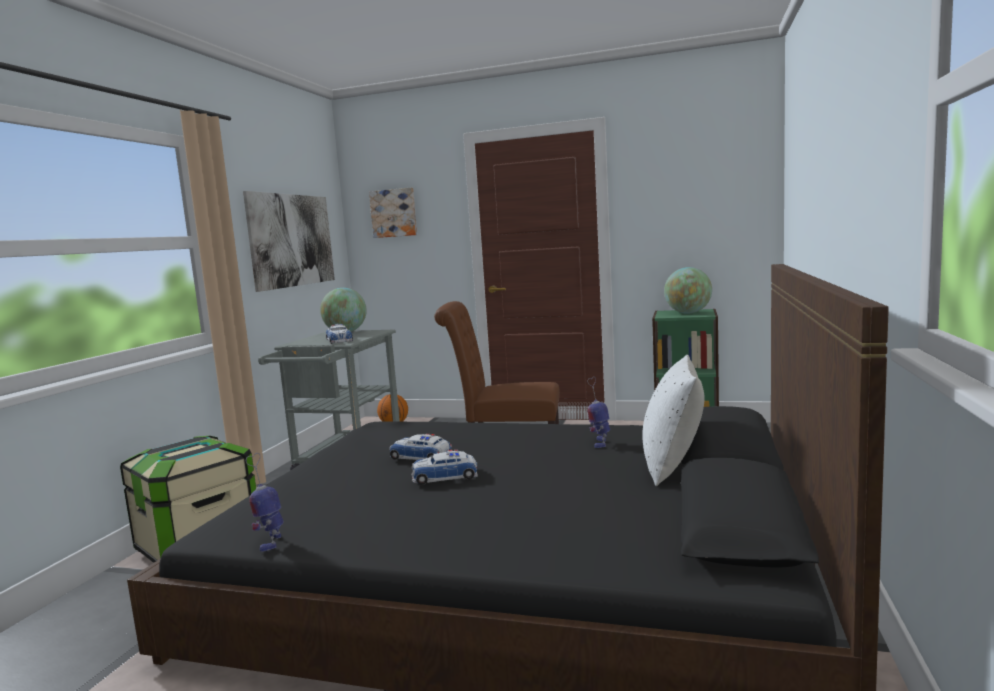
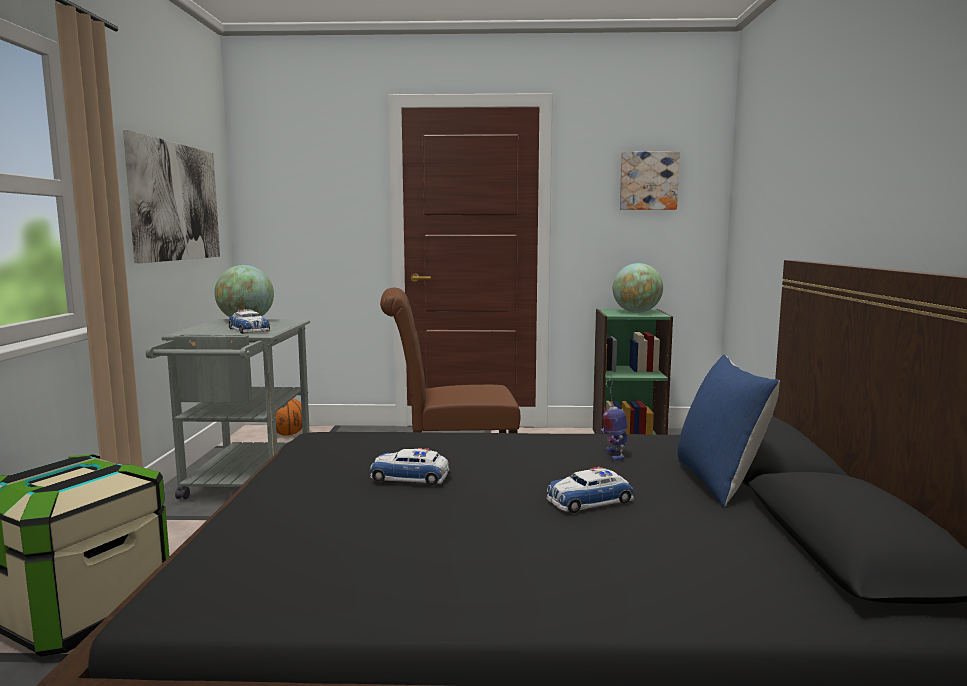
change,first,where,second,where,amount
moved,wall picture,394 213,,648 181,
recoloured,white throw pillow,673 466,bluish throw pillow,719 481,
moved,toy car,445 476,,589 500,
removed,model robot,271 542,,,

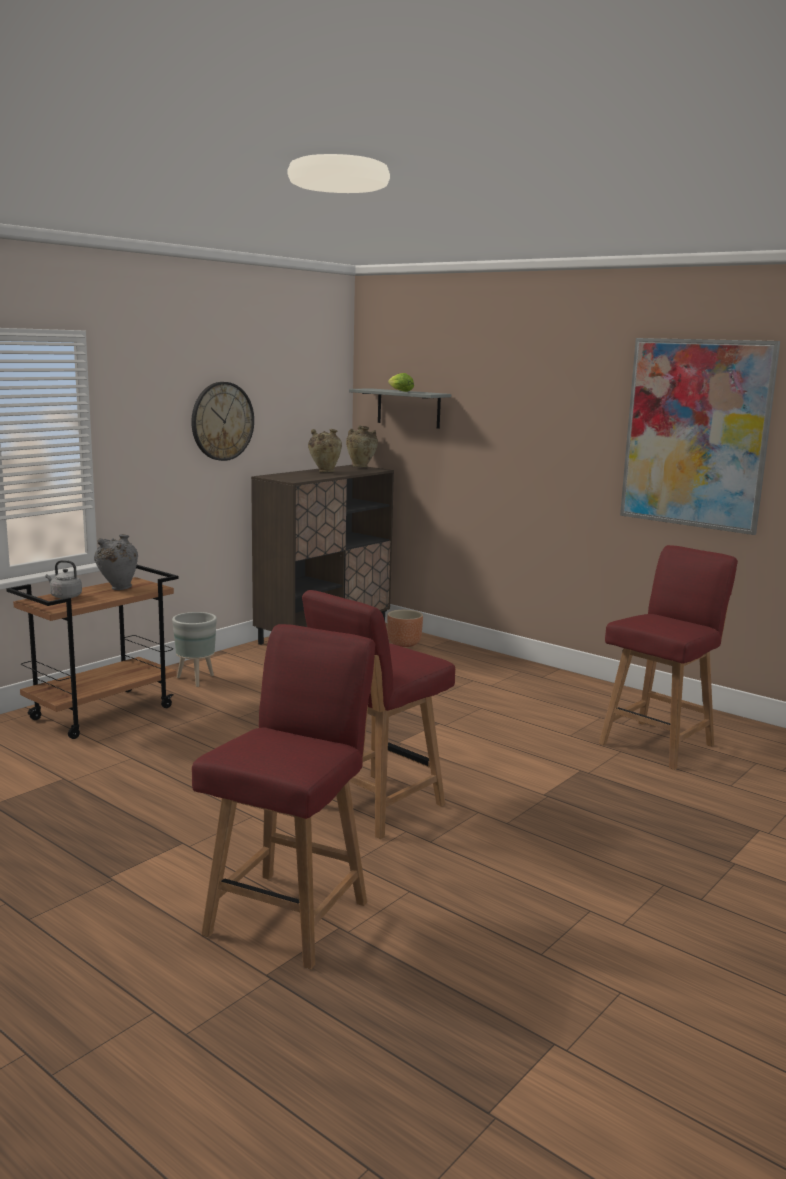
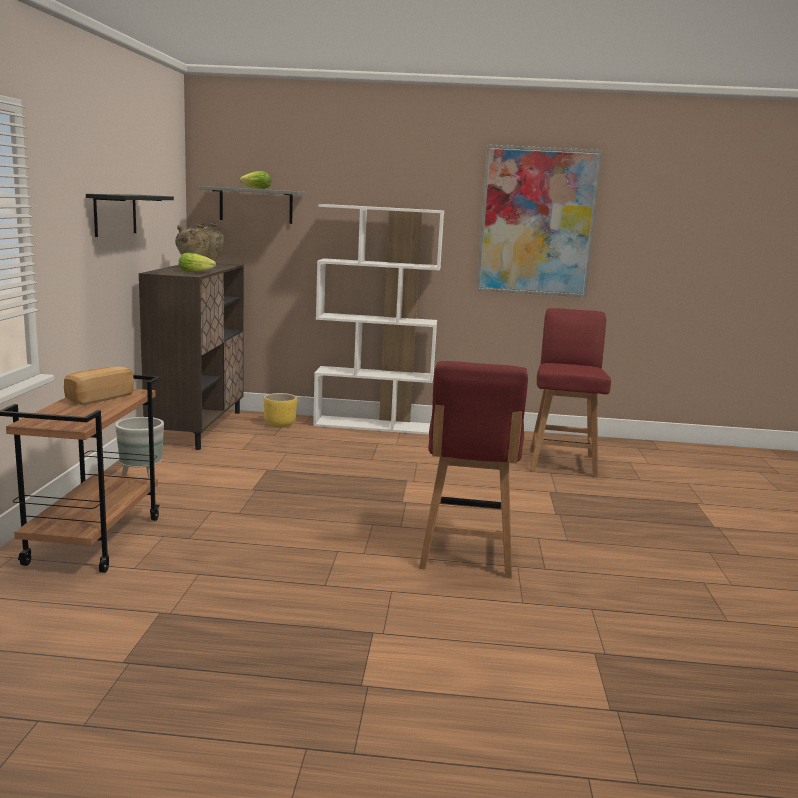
change,first,where,second,where,amount
replaced,clock on the wall,222 421,black-coloured wall shelf,115 214,
replaced,greyish decorative vase,118 588,baked bread,99 398,
removed,greyish kettle,64 596,,,
recoloured,brown planter,404 644,yellow-coloured planter,280 424,
removed,red upright chair,289 915,,,
added,,,white shelving unit,373 425,
added,,,lettuce,197 272,

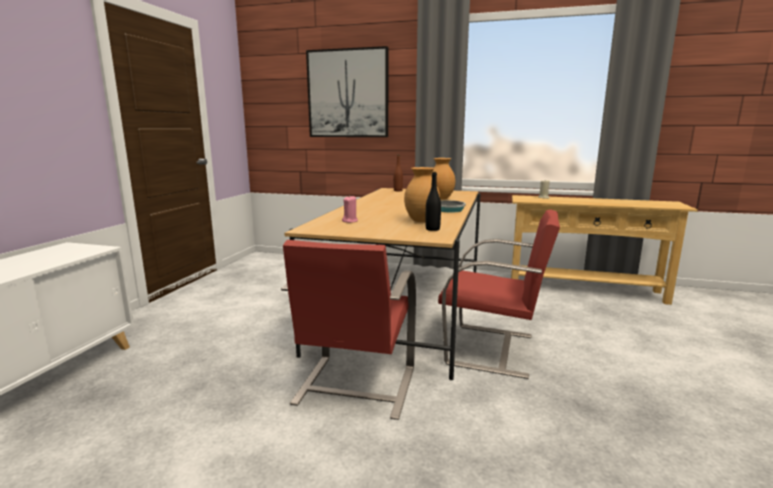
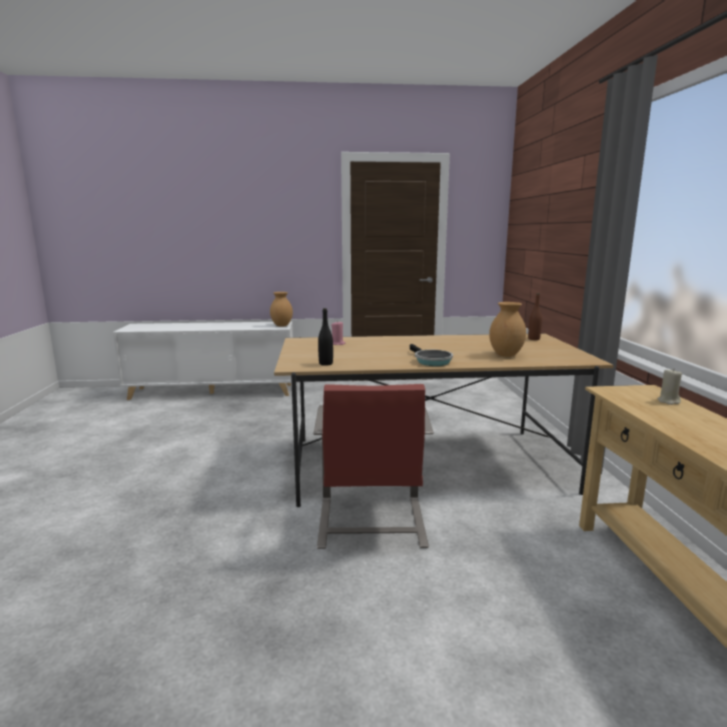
change,first,where,second,where,amount
removed,wall picture,348 94,,,
moved,brown decorative vase,421 221,,281 325,
removed,red upright chair,354 386,,,

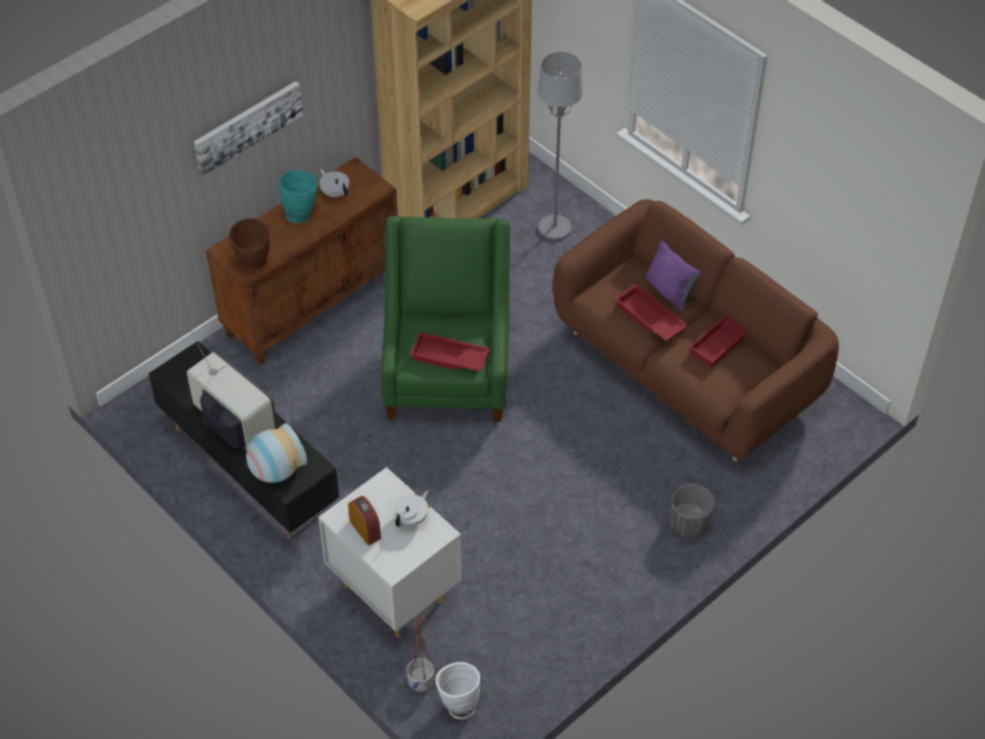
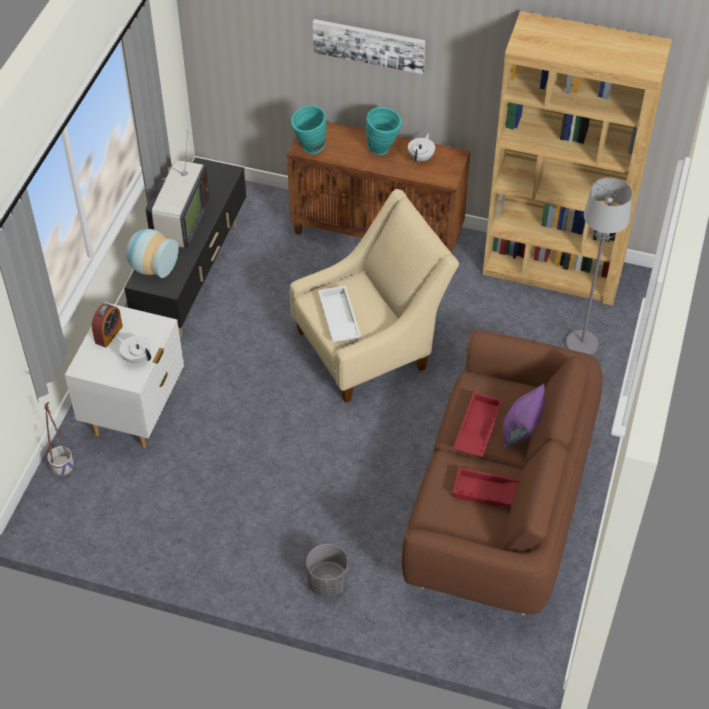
change,first,where,second,where,amount
recoloured,green easy chair,448 373,beige easy chair,370 346,
recoloured,brown decorative vase,254 266,turquoise-coloured decorative vase,309 149,
recoloured,red serving tray,449 358,white serving tray,338 318,
turned,white pot for tea,412 518,,136 357,150 degrees counterclockwise
removed,white decorative vase,458 704,,,

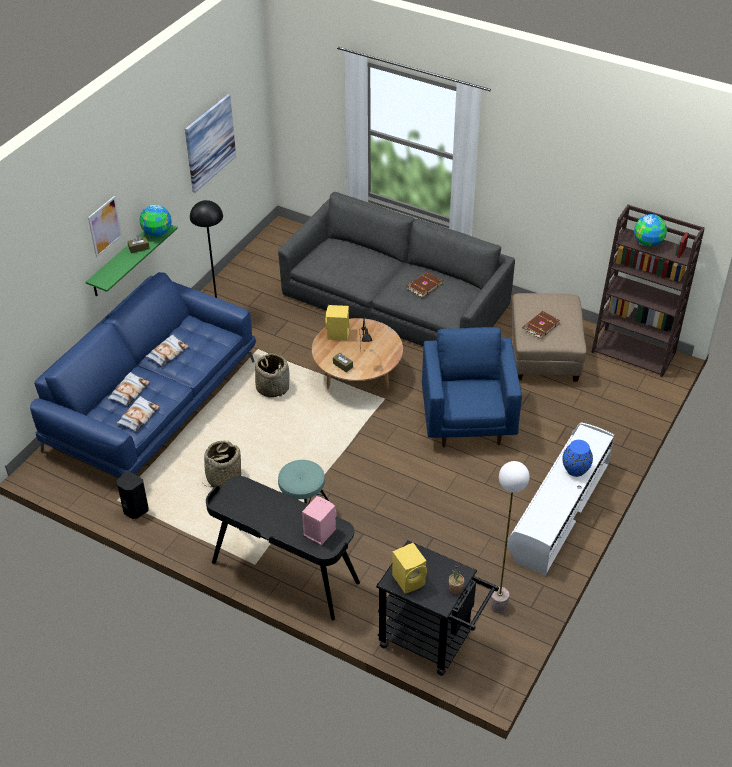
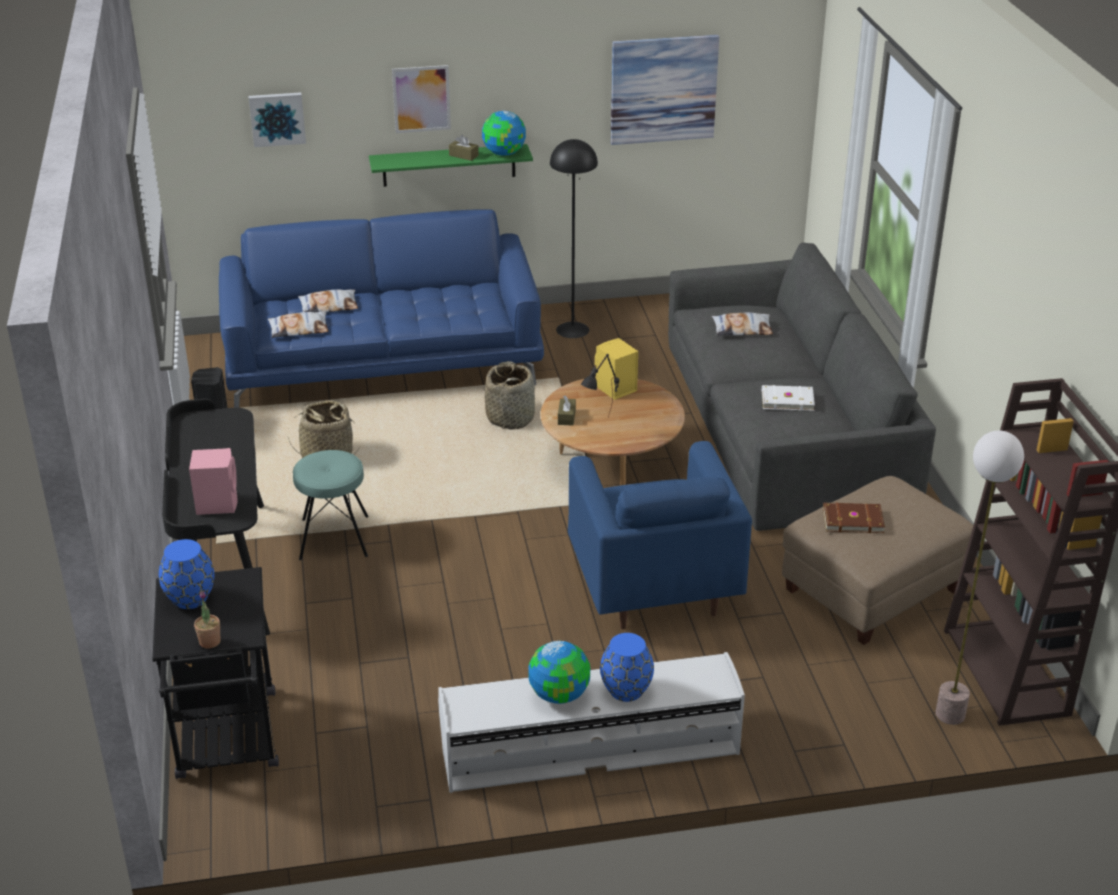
change,first,where,second,where,amount
moved,globe,648 242,,559 694,
recoloured,brown bound book,423 286,white bound book,787 399,
turned,bluish easy chair,468 421,,653 586,120 degrees clockwise
moved,throw pillow,167 353,,742 329,
moved,standard lamp,498 606,,950 714,
replaced,yellow-coloured audio speaker,409 579,bluish decorative vase,191 598,
added,,,wall picture,277 118,

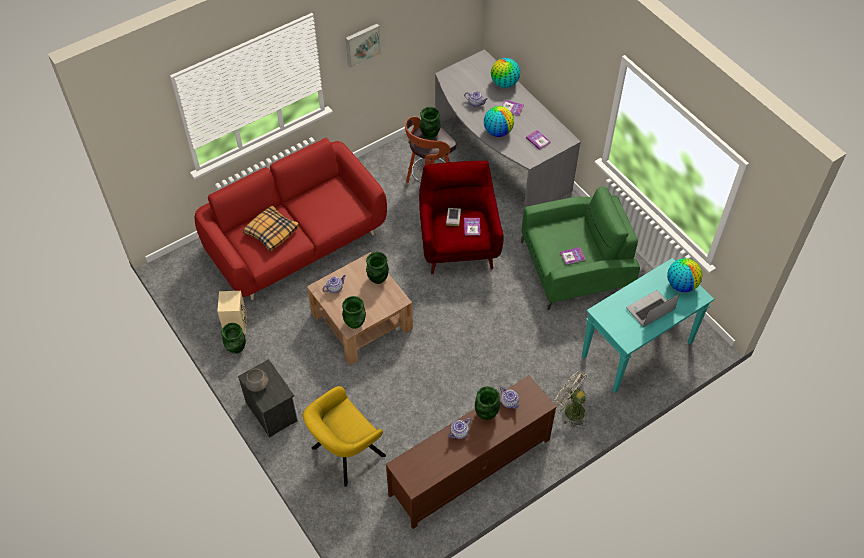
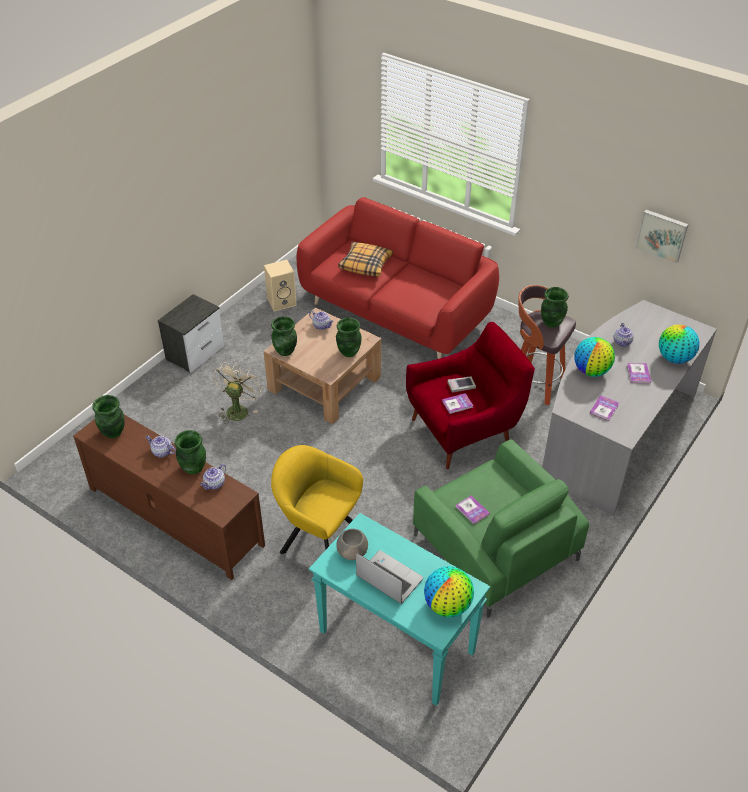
change,first,where,second,where,amount
moved,wall picture,362 44,,662 235,
moved,green decorative vase,236 348,,113 432,
moved,greyish serving bowl,257 384,,353 551,
moved,beige electric fan,570 410,,238 409,
moved,yellow-coloured easy chair,344 454,,318 539,

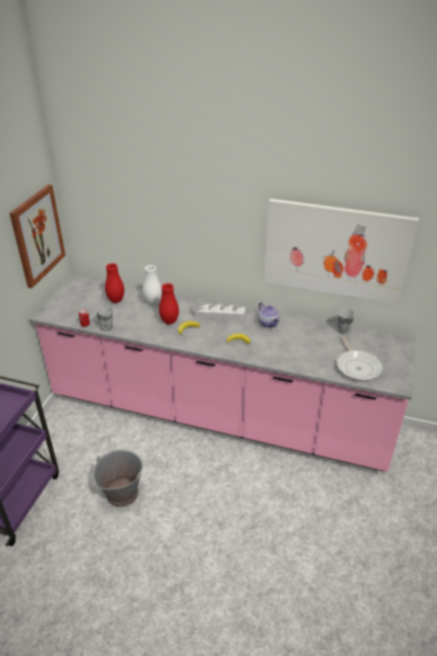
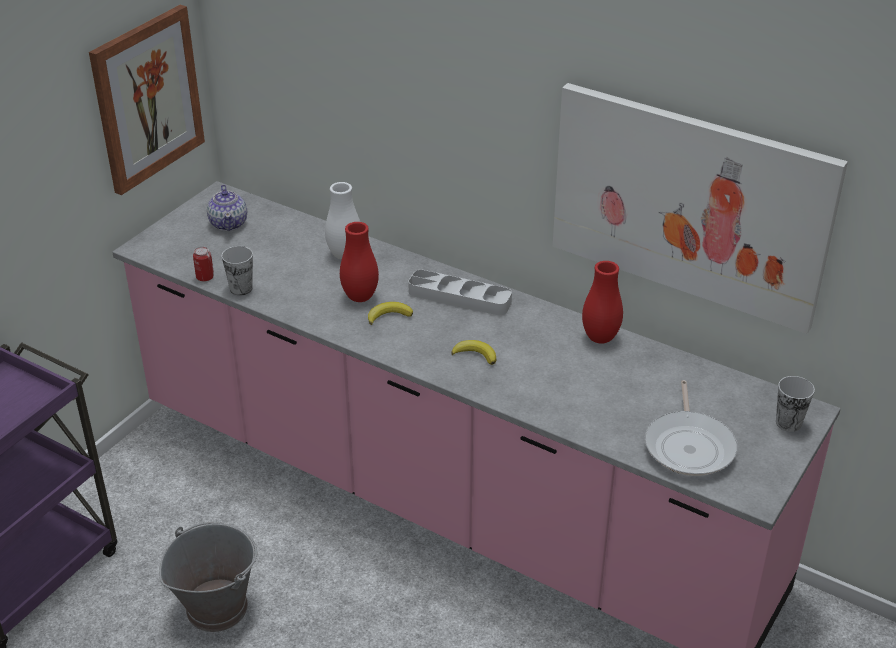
change,first,where,second,where,amount
moved,red decorative vase,116 300,,600 338,
moved,pot for tea,268 323,,229 223,
moved,small cup,343 330,,788 423,

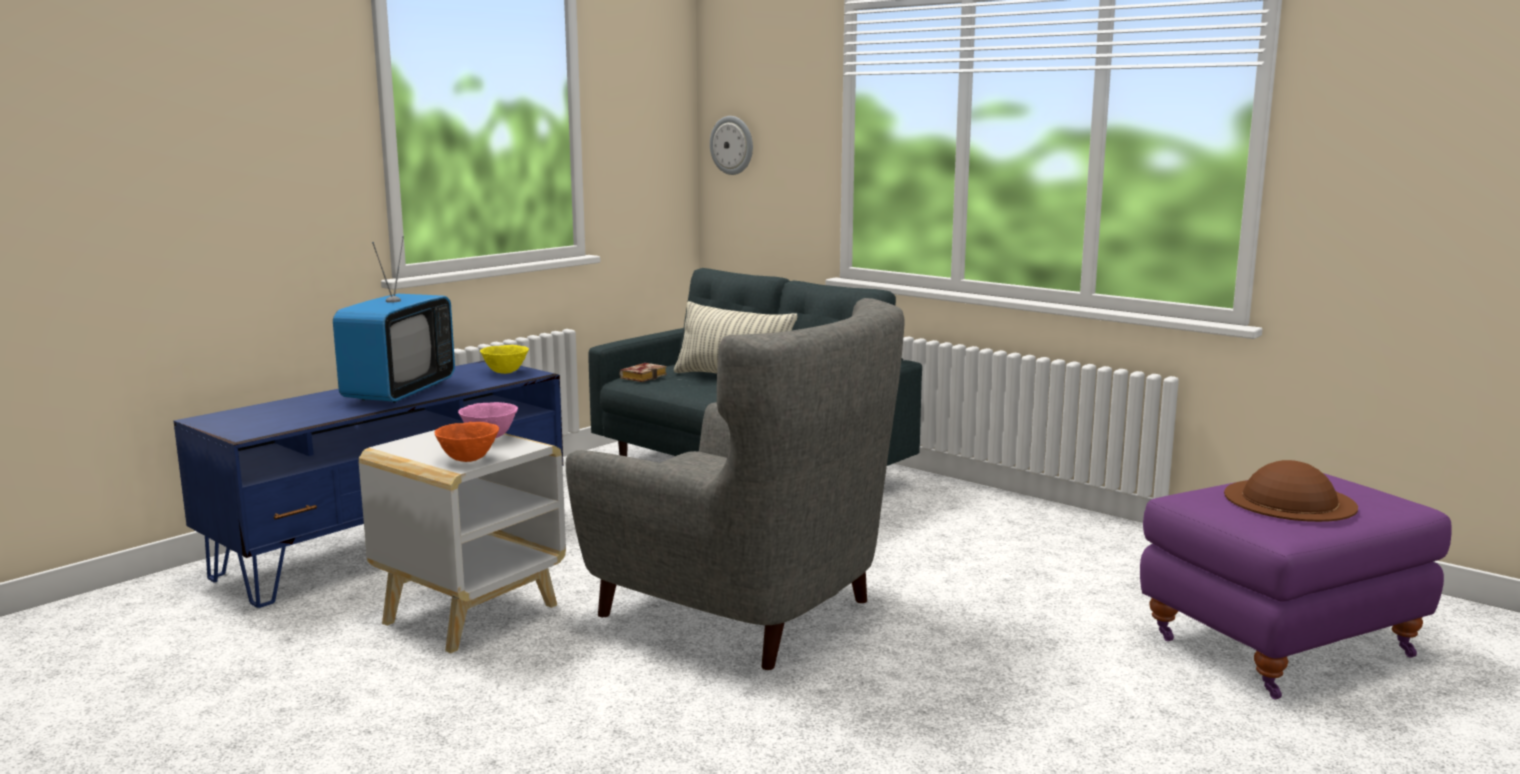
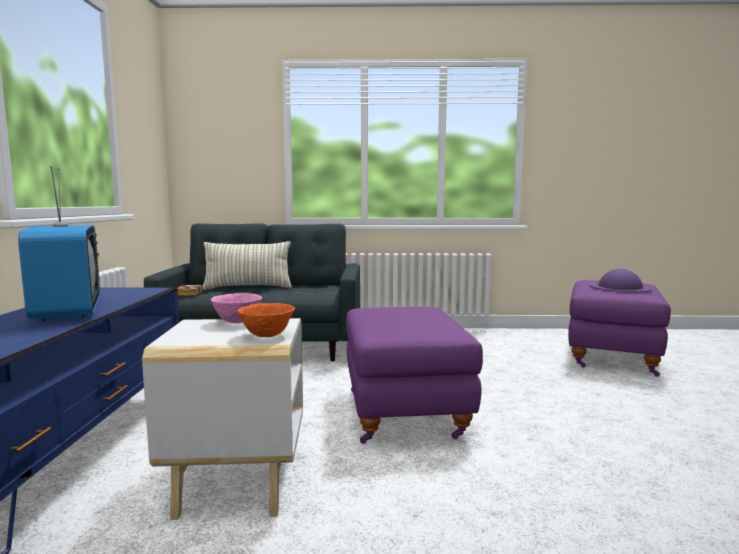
change,first,where,second,where,amount
removed,clock on the wall,732 145,,,
replaced,greyish easy chair,744 610,purple-coloured footrest,406 413,
removed,yellow-coloured serving bowl,506 372,,,
recoloured,brown hat,1289 500,purple-coloured hat,620 287,

